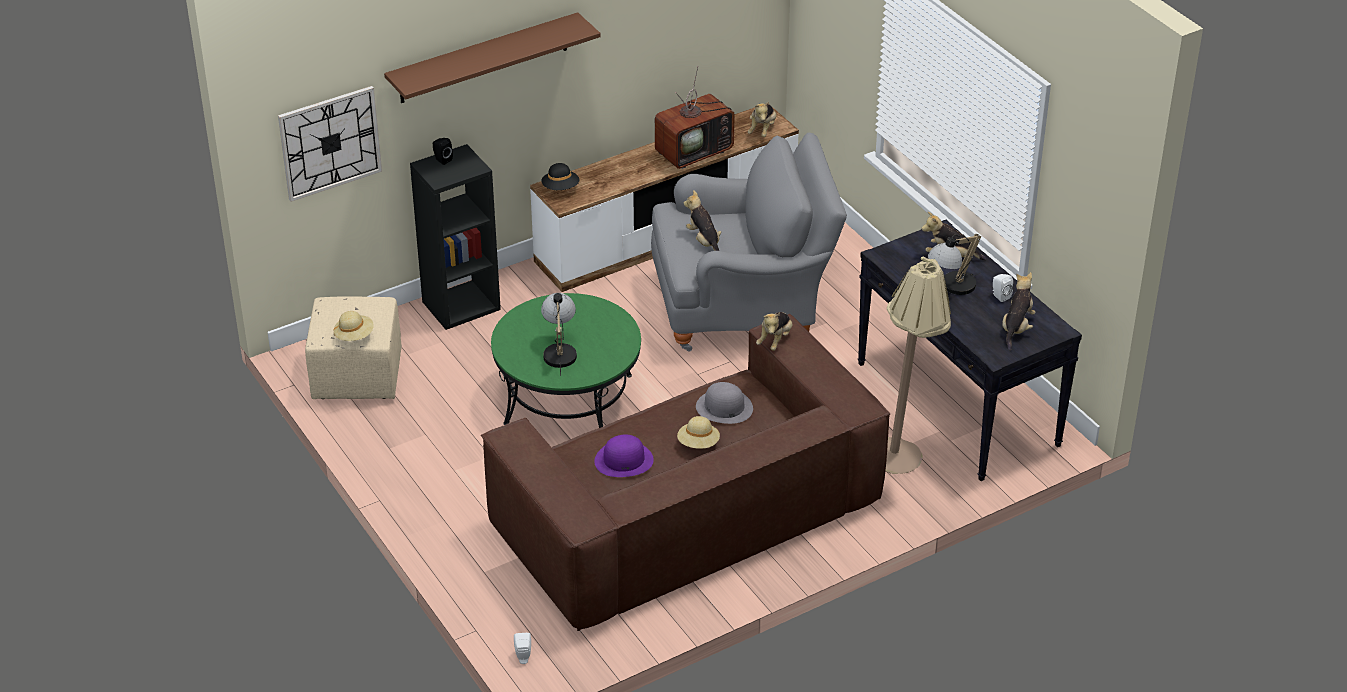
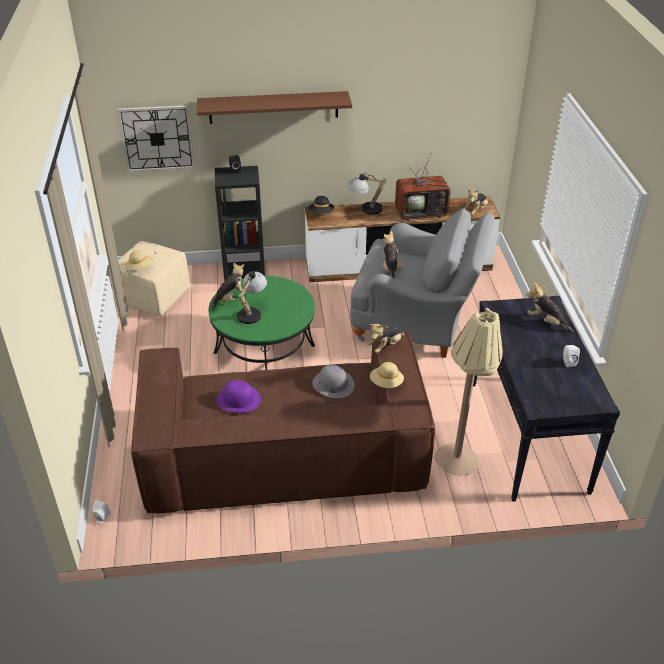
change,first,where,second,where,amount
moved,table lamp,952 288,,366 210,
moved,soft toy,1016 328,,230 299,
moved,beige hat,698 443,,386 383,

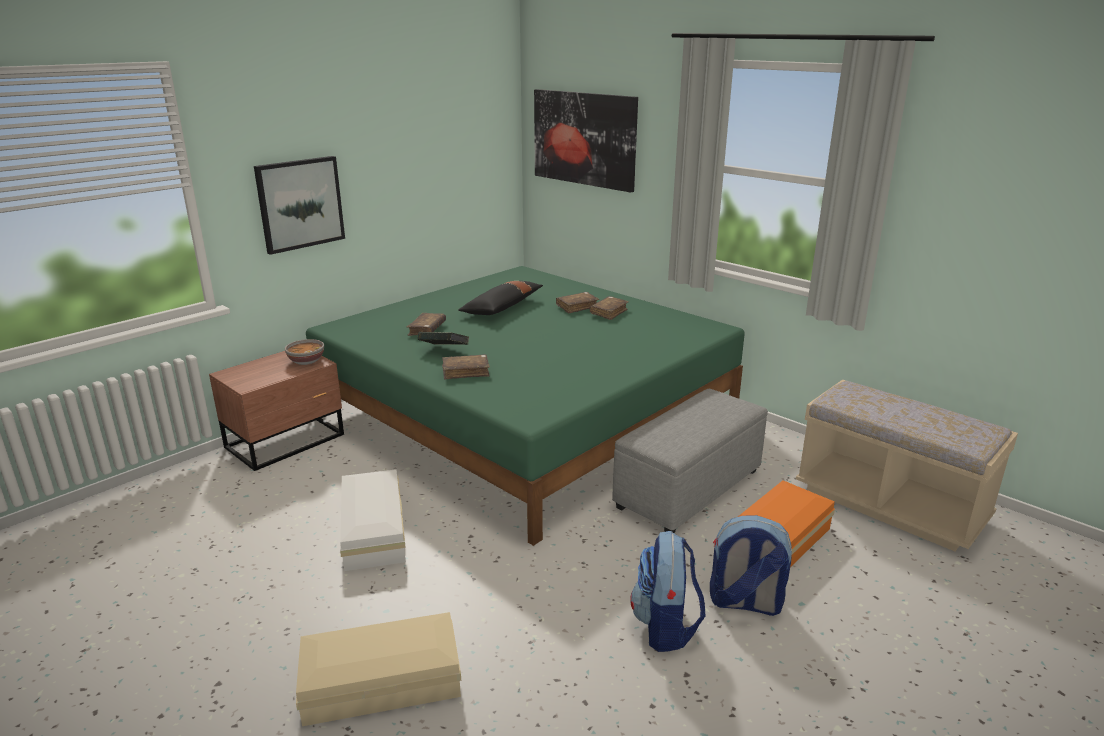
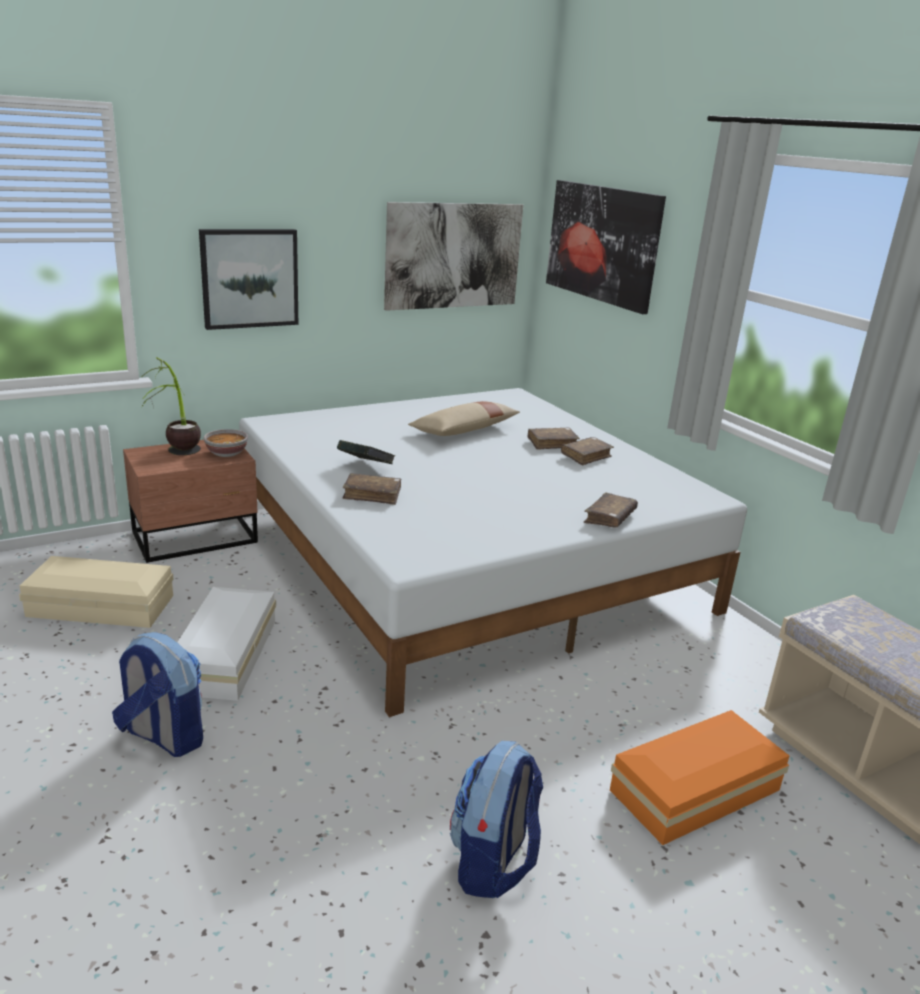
change,first,where,second,where,amount
recoloured,green bedroom bed,526 414,white bedroom bed,467 560,
recoloured,black-coloured throw pillow,502 307,beige throw pillow,464 430,
moved,brown bound book,427 329,,609 518,
removed,greyish footrest,689 488,,,
moved,knapsack,744 603,,163 736,
moved,beige storage container,379 681,,100 605,
added,,,wall picture,454 256,
added,,,houseplant,177 456,

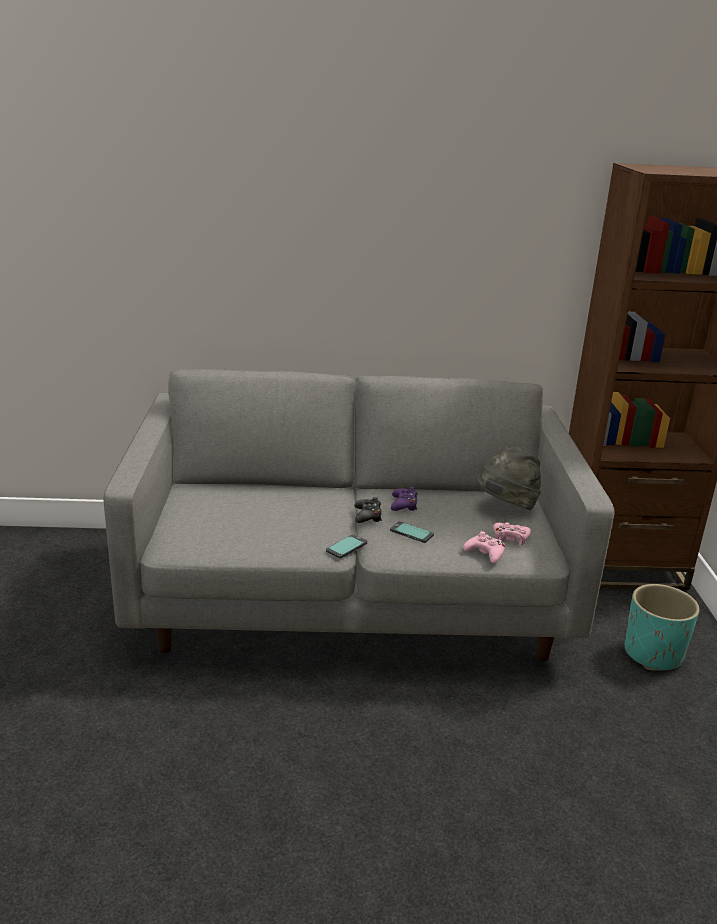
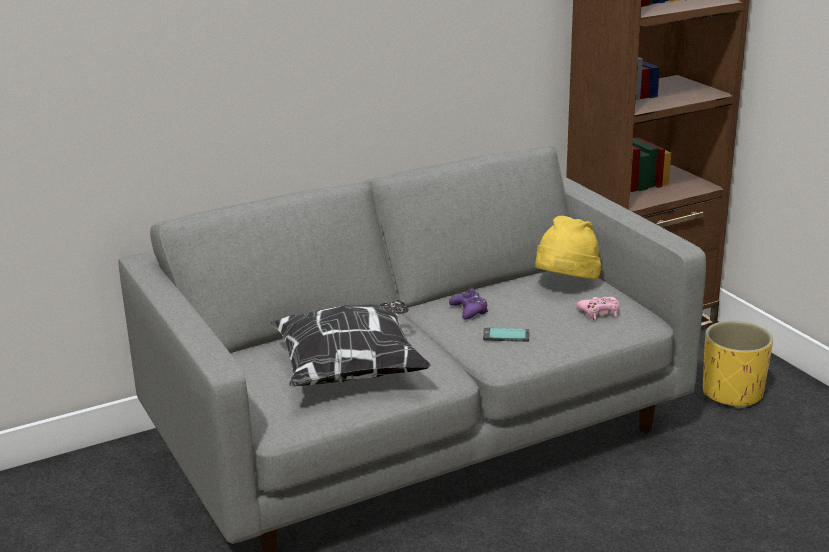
change,first,where,second,where,amount
recoloured,greyish hat,506 507,yellow-coloured hat,566 284,
removed,black-coloured gamepad,367 516,,,
removed,pink-coloured gamepad,485 553,,,
removed,phone,346 547,,,
recoloured,turquoise-coloured planter,652 654,yellow-coloured planter,731 393,
added,,,throw pillow,351 370,

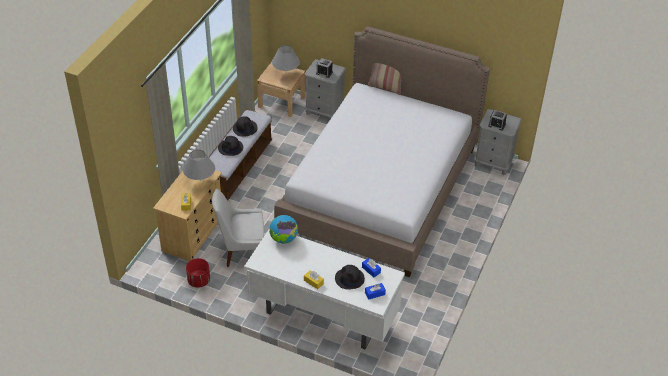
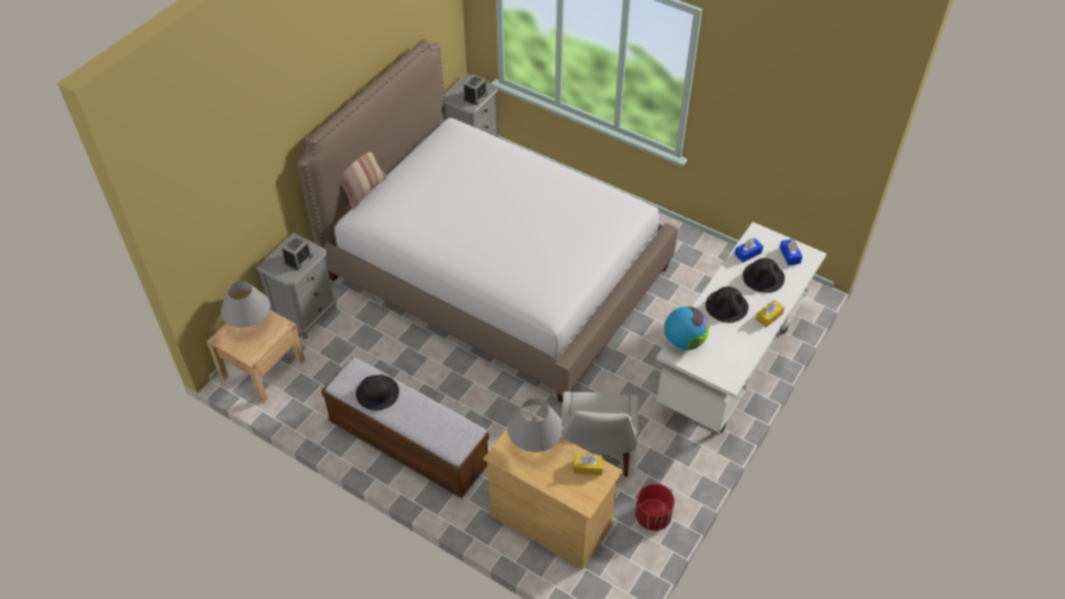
change,first,where,second,where,amount
moved,black-coloured hat,230 148,,727 306,

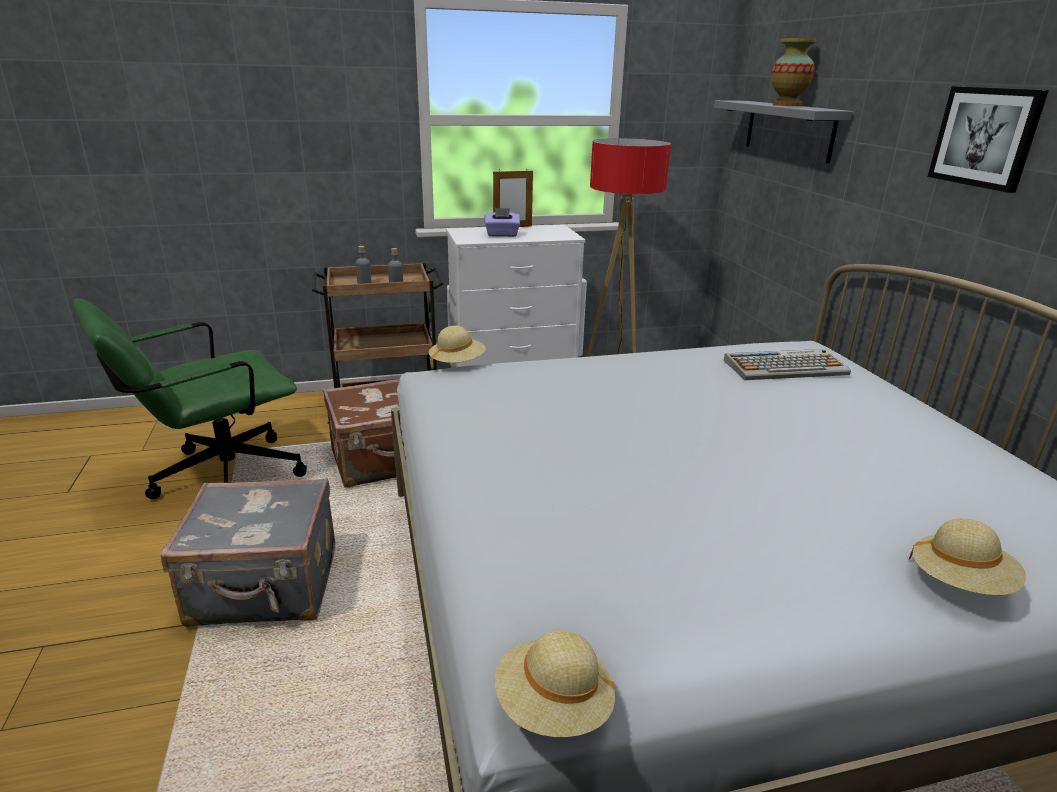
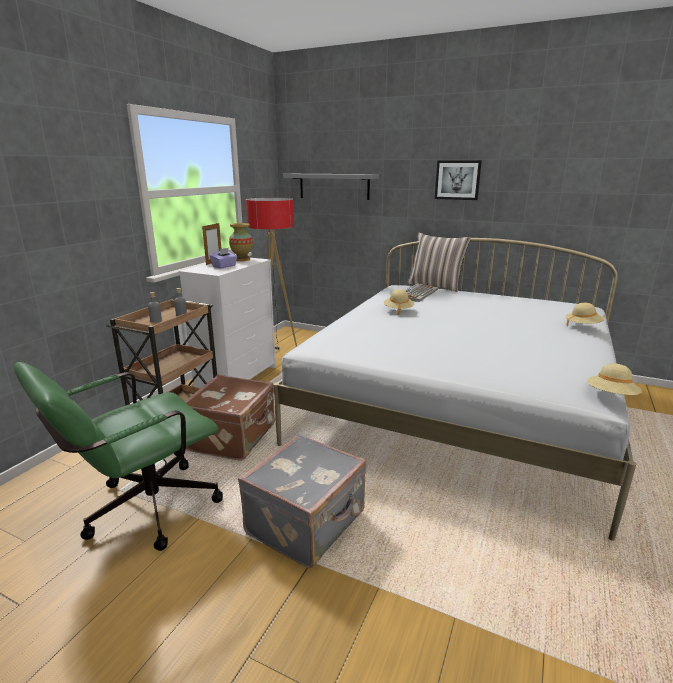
change,first,where,second,where,amount
moved,decorative vase,787 105,,242 259,
turned,green office chair,215 479,,141 511,45 degrees clockwise
moved,beige hat,457 363,,398 310,
added,,,throw pillow,435 286,

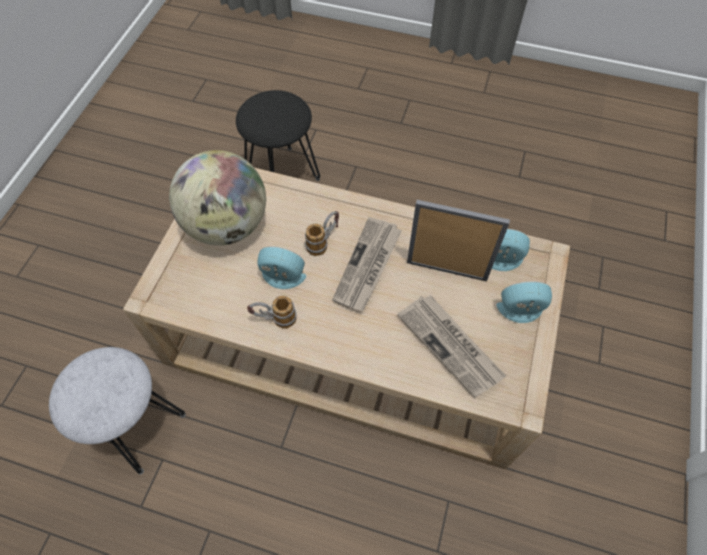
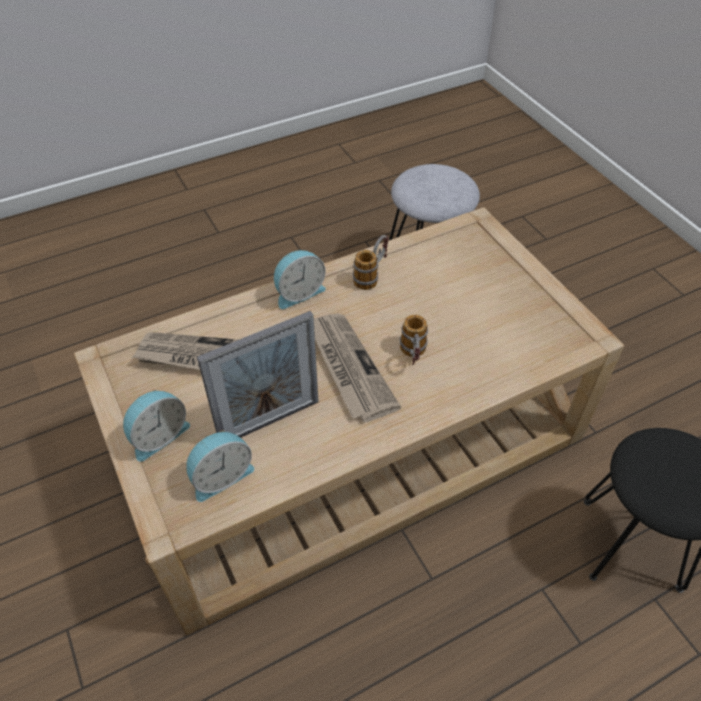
change,first,where,second,where,amount
removed,globe,227 226,,,
moved,bedside clock,282 278,,298 292,

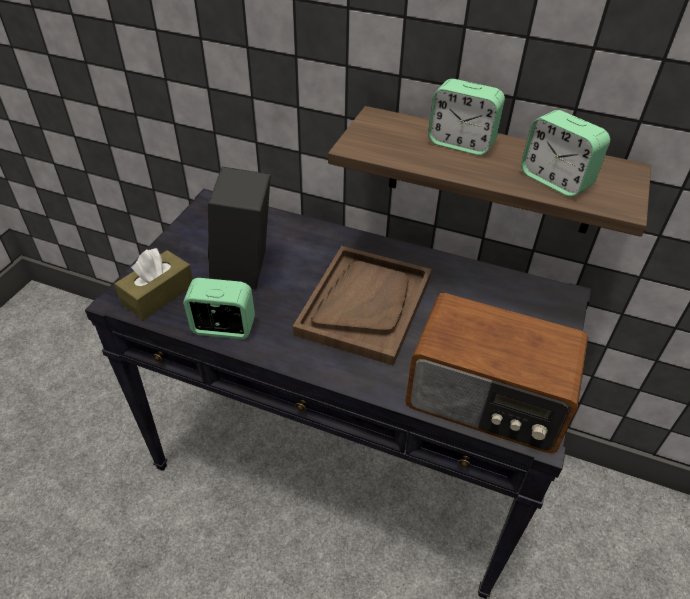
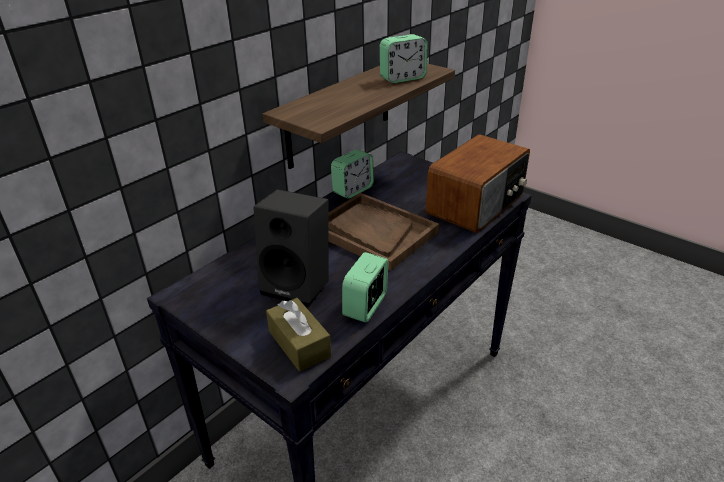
change,first,where,second,where,amount
moved,bedside clock,461 143,,353 190,

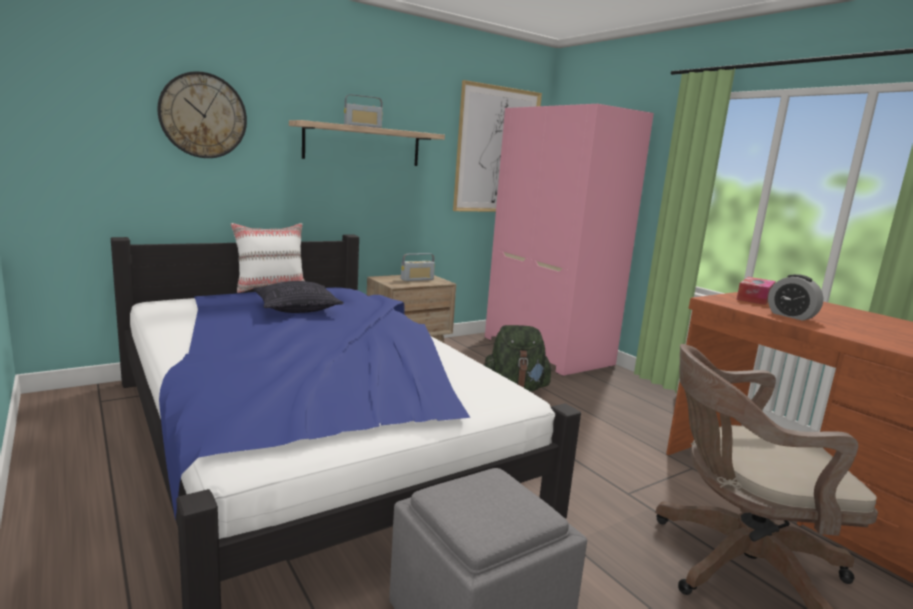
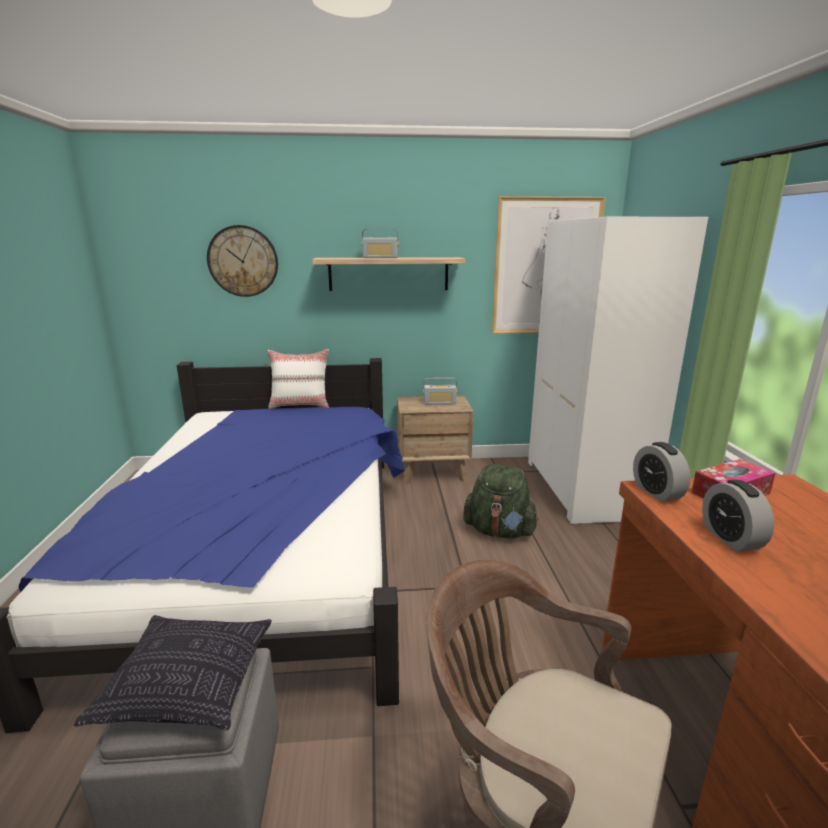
change,first,where,second,where,amount
recoloured,pink-coloured clothes cupboard,548 351,white clothes cupboard,585 489,
moved,throw pillow,297 309,,189 685,
added,,,bedside clock,656 492,

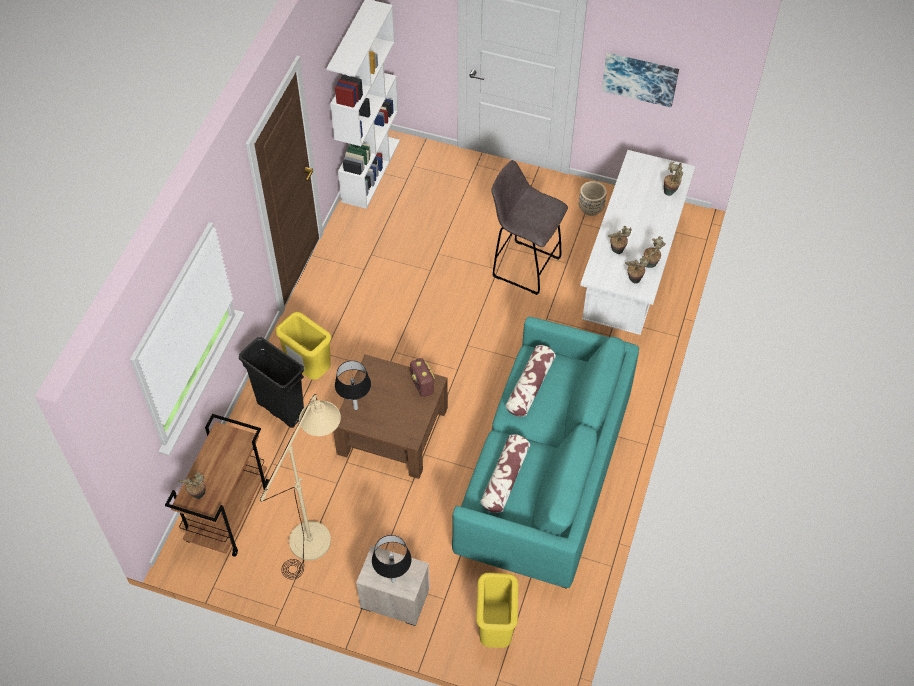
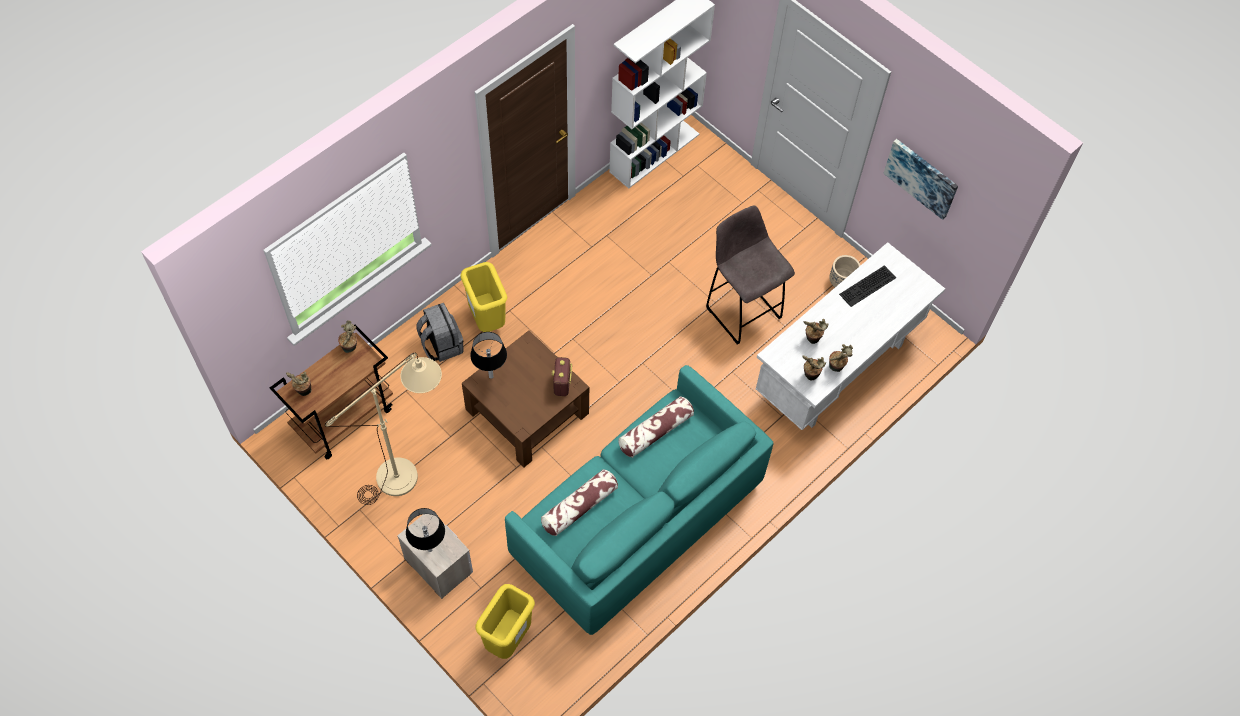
change,first,where,second,where,amount
moved,houseplant,671 191,,351 348,
replaced,black-coloured rubbish bin,280 409,greyish knapsack,441 344,
added,,,computer keyboard,868 287,

